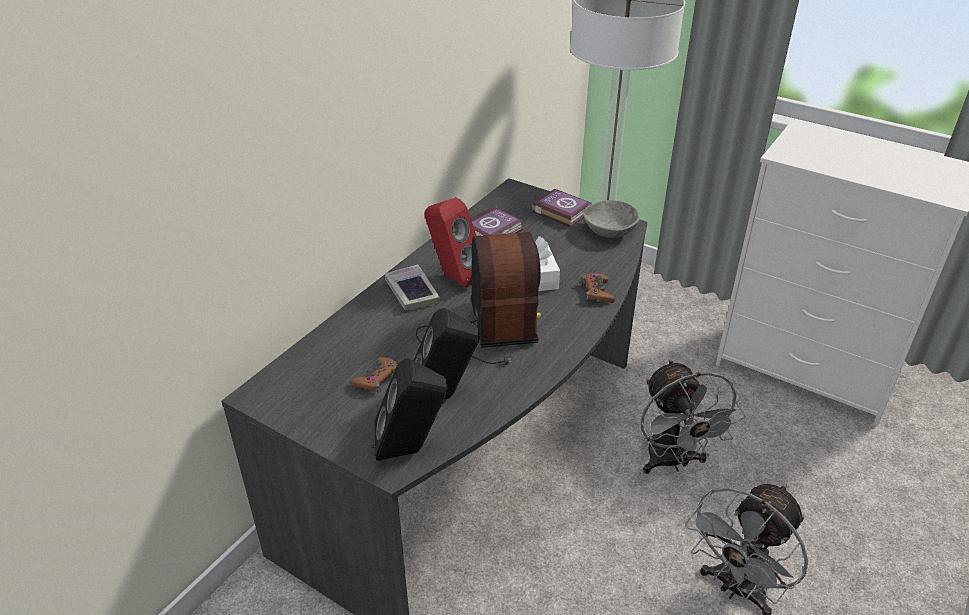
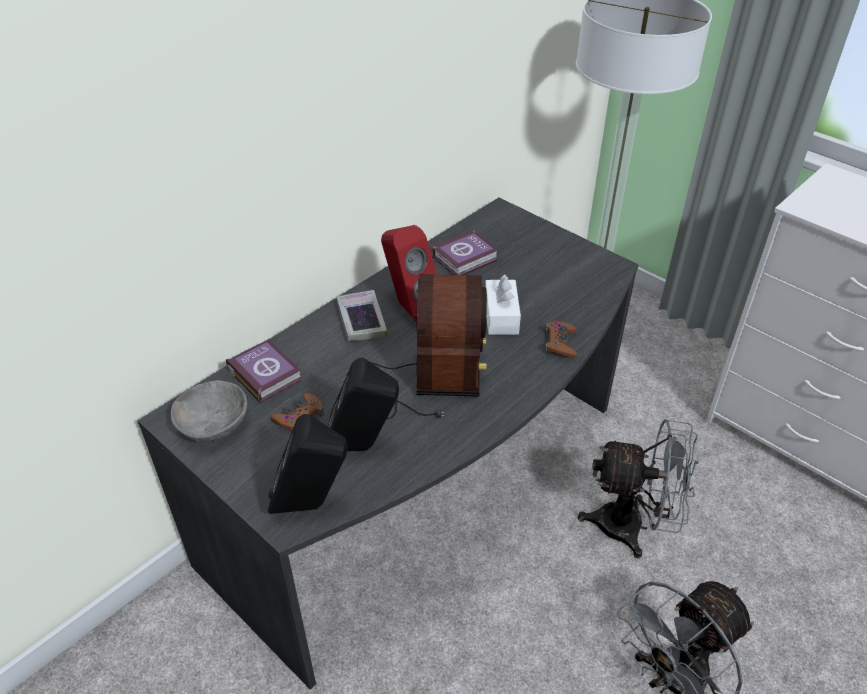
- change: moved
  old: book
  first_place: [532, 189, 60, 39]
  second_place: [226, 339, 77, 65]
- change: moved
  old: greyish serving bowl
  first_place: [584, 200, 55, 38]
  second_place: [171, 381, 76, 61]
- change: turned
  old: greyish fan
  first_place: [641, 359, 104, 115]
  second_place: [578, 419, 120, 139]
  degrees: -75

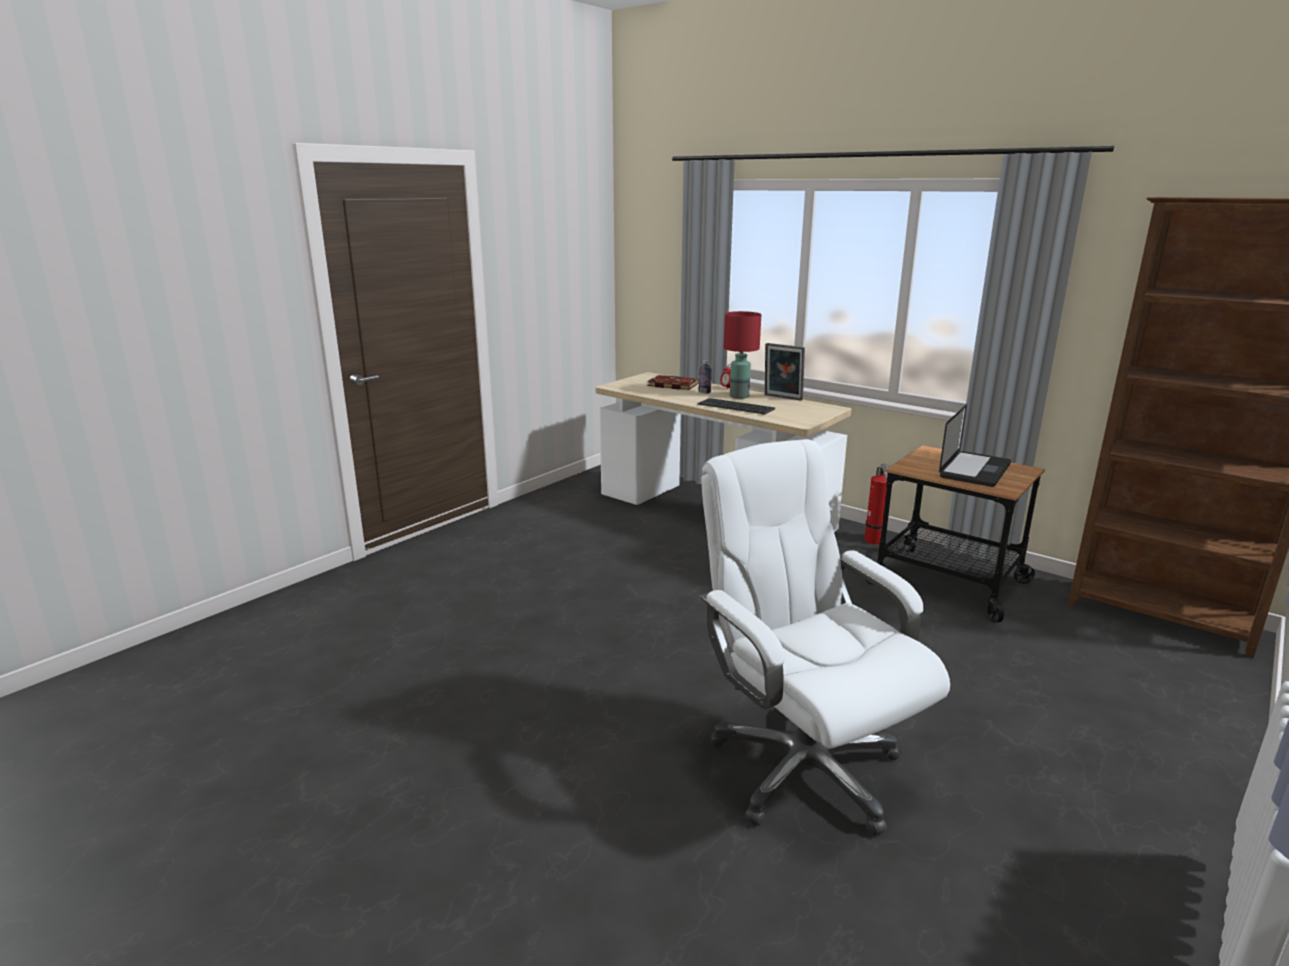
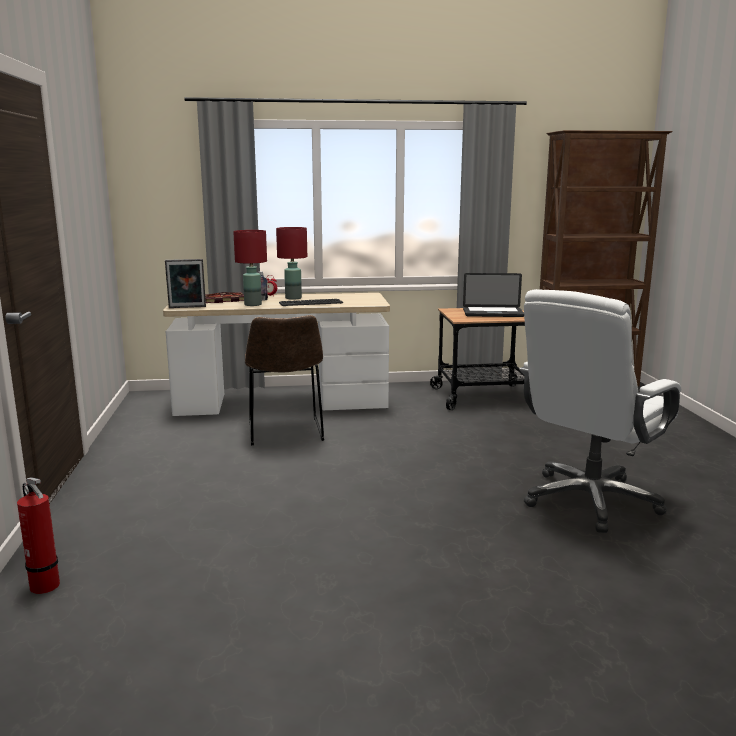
- change: turned
  old: white computer chair
  first_place: [700, 439, 250, 397]
  second_place: [519, 289, 162, 244]
  degrees: -60
- change: moved
  old: picture frame
  first_place: [765, 343, 40, 58]
  second_place: [165, 259, 41, 49]
- change: moved
  old: extinguisher
  first_place: [865, 464, 25, 81]
  second_place: [17, 477, 43, 117]
- change: turned
  old: portable computer
  first_place: [939, 404, 72, 83]
  second_place: [463, 273, 61, 44]
  degrees: 105
- change: added
  new: reddish tabletop lamp
  second_place: [233, 230, 34, 76]
- change: added
  new: brownish plain chair
  second_place: [245, 315, 79, 130]

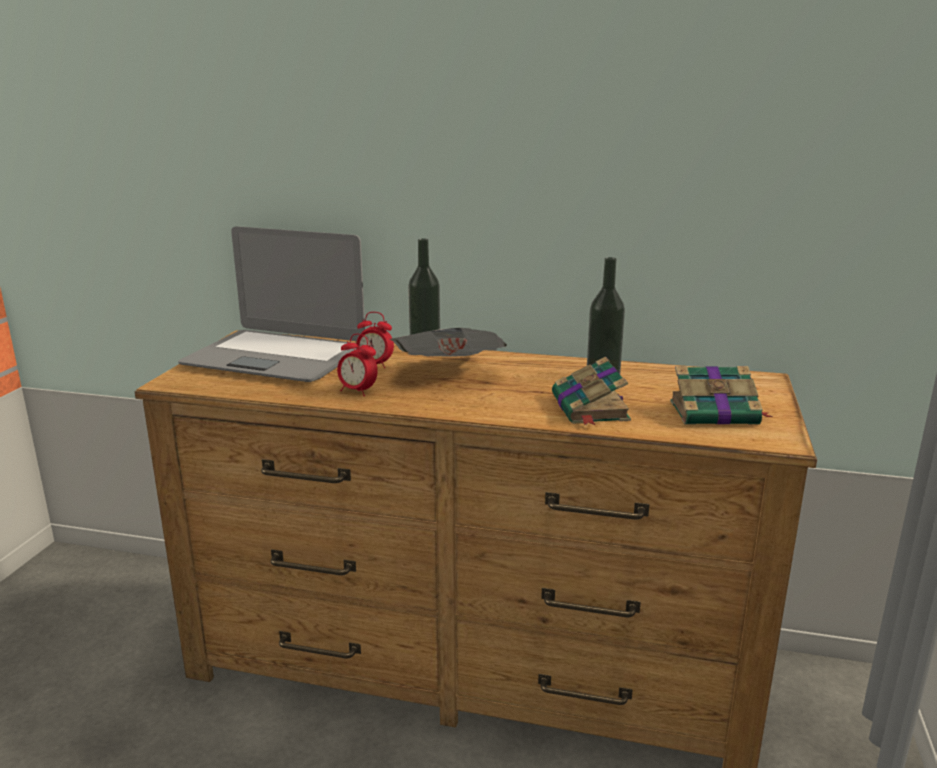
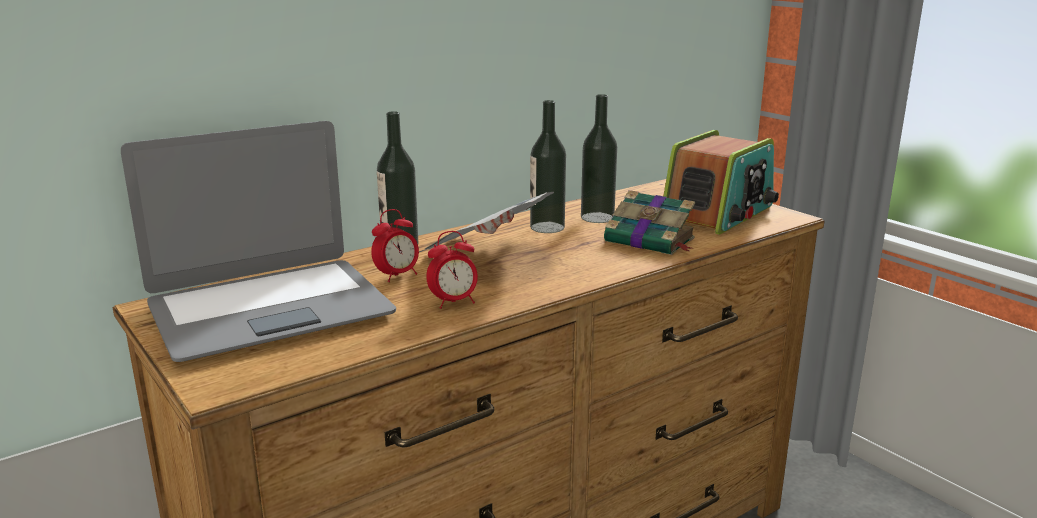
- change: replaced
  old: book
  new: radio
  first_place: [670, 366, 103, 59]
  second_place: [663, 130, 116, 104]
- change: added
  new: beverage bottle
  second_place: [530, 100, 36, 133]

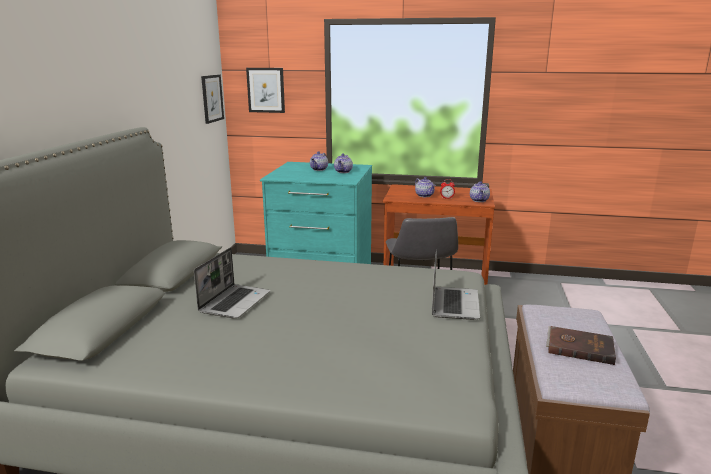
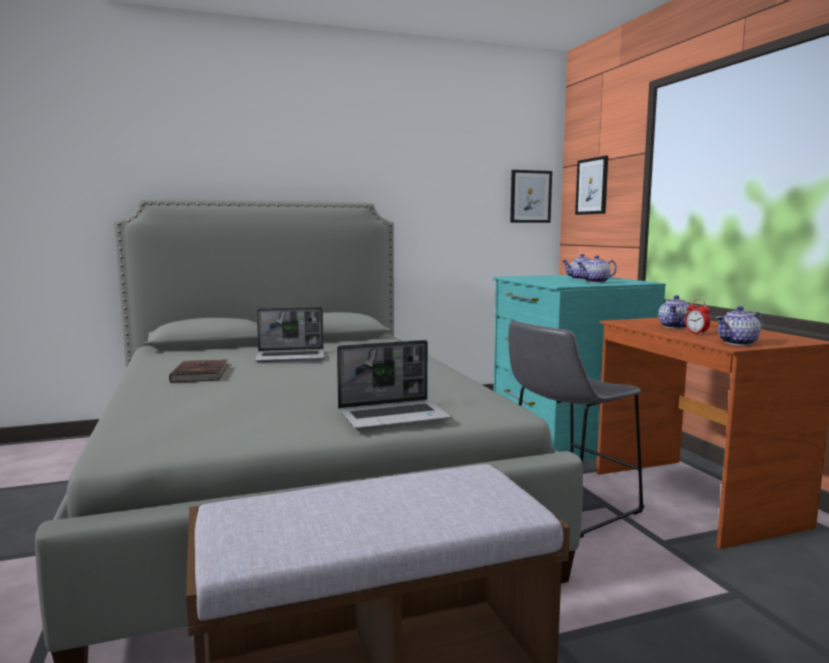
- change: moved
  old: brownish book
  first_place: [546, 326, 70, 39]
  second_place: [169, 359, 62, 24]

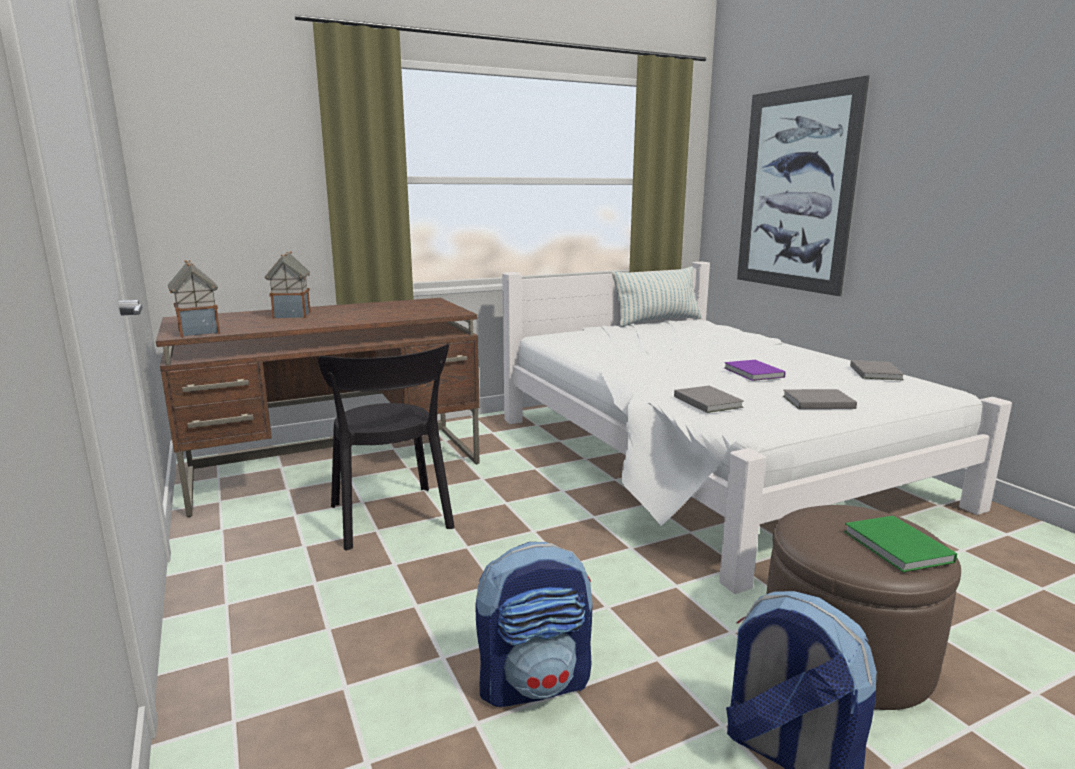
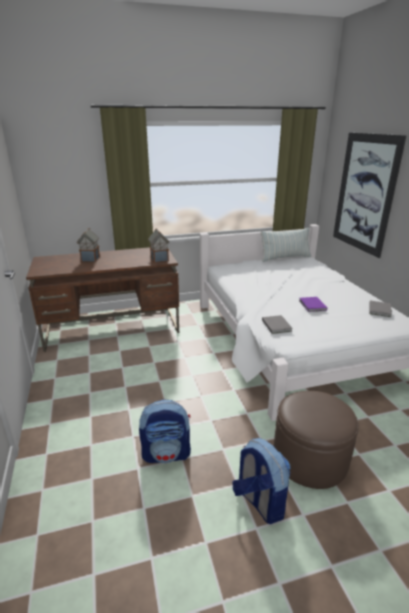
- change: moved
  old: toy house
  first_place: [168, 260, 52, 78]
  second_place: [148, 229, 21, 34]
- change: removed
  old: black-coloured plain chair
  first_place: [318, 344, 137, 207]
- change: removed
  old: greyish book
  first_place: [783, 389, 74, 20]
- change: removed
  old: green-coloured book
  first_place: [844, 516, 113, 57]

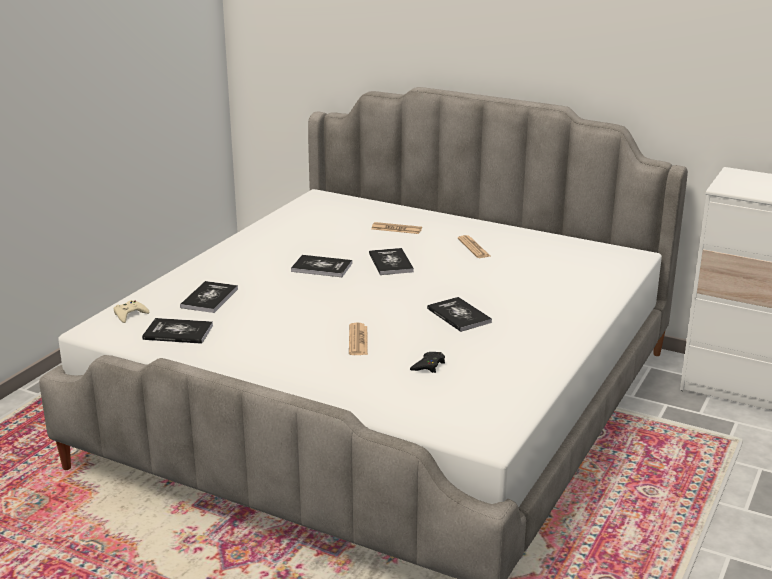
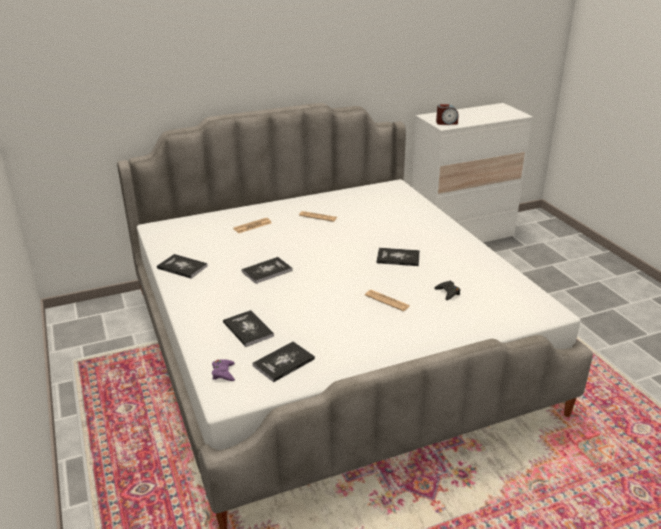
- change: recoloured
  old: sand-coloured gamepad
  new: purple gamepad
  first_place: [113, 300, 36, 23]
  second_place: [212, 359, 23, 22]
- change: moved
  old: book
  first_place: [369, 248, 45, 27]
  second_place: [157, 254, 51, 25]
- change: added
  new: table clock
  second_place: [436, 104, 22, 21]

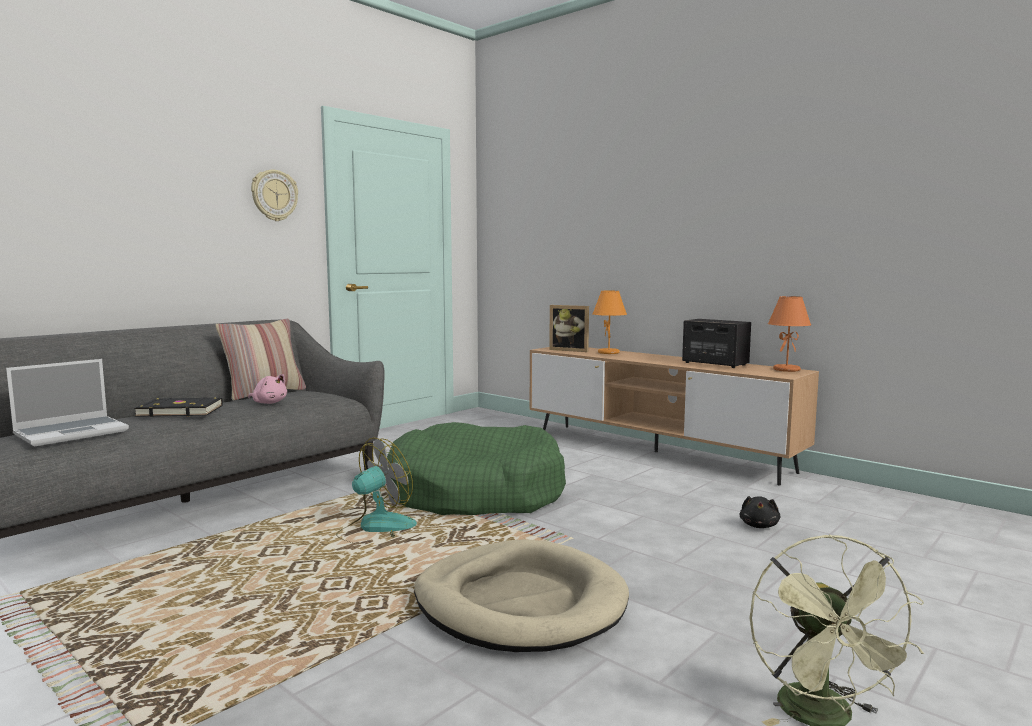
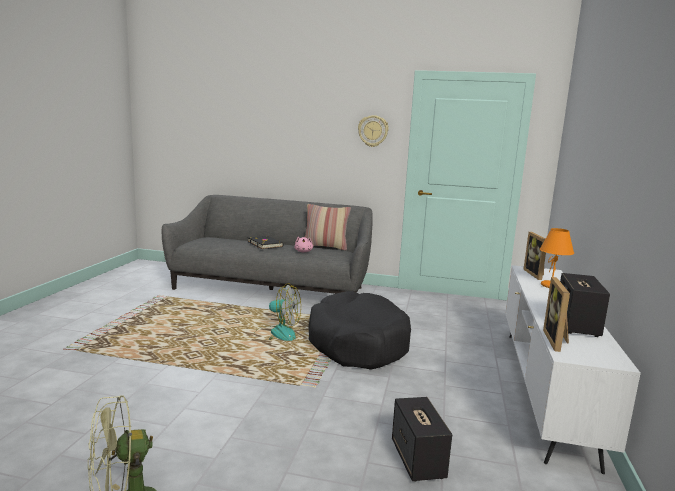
- change: removed
  old: portable computer
  first_place: [6, 359, 123, 87]
- change: recoloured
  old: green-coloured dog cushion
  new: black-coloured dog cushion
  first_place: [387, 422, 179, 93]
  second_place: [308, 291, 103, 79]
- change: removed
  old: sand-coloured dog cushion
  first_place: [414, 539, 215, 113]
- change: recoloured
  old: brownish tv unit
  new: white tv unit
  first_place: [530, 347, 289, 139]
  second_place: [505, 265, 136, 209]
- change: replaced
  old: black-coloured cuddly toy
  new: loudspeaker
  first_place: [739, 496, 41, 32]
  second_place: [392, 397, 60, 85]
- change: removed
  old: orange-coloured tabletop lamp
  first_place: [768, 296, 43, 76]
- change: added
  new: picture frame
  second_place: [543, 277, 27, 75]

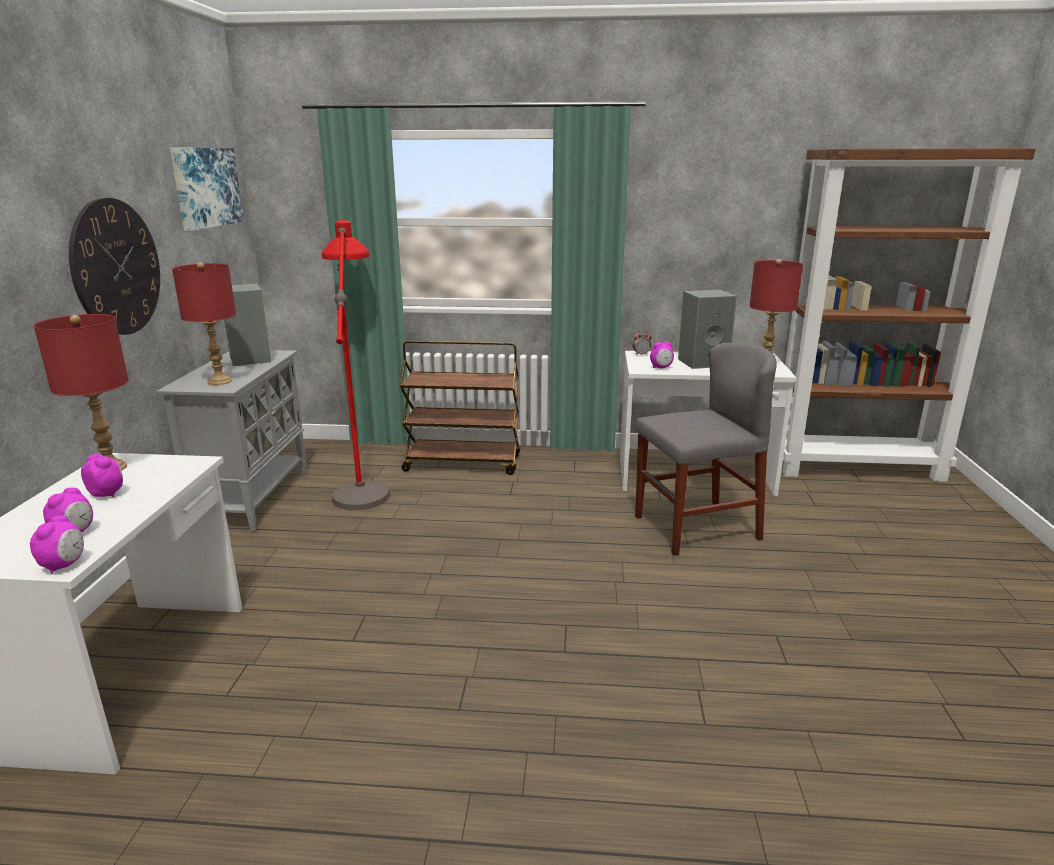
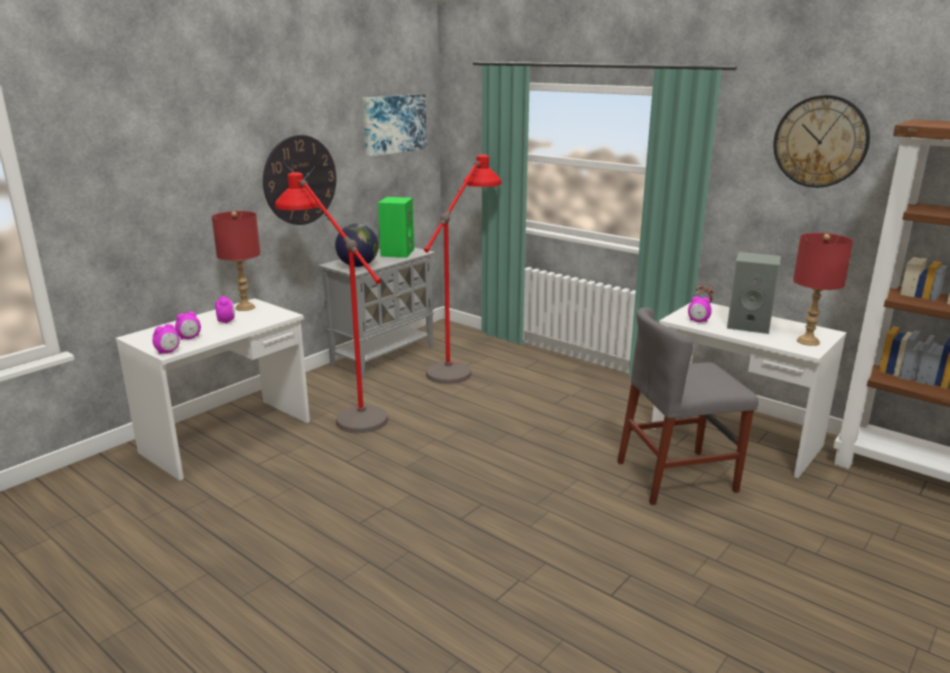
- change: replaced
  old: reddish tabletop lamp
  new: world globe
  first_place: [172, 262, 64, 123]
  second_place: [335, 224, 44, 43]
- change: recoloured
  old: greyish loudspeaker
  new: green-coloured loudspeaker
  first_place: [224, 284, 47, 82]
  second_place: [378, 197, 36, 61]
- change: removed
  old: brownish cart
  first_place: [400, 341, 120, 134]
- change: turned
  old: greyish plain chair
  first_place: [635, 343, 142, 213]
  second_place: [617, 307, 142, 198]
  degrees: 150
- change: added
  new: reddish standard lamp
  second_place: [275, 172, 113, 261]
- change: added
  new: hanging clock
  second_place: [774, 95, 96, 93]

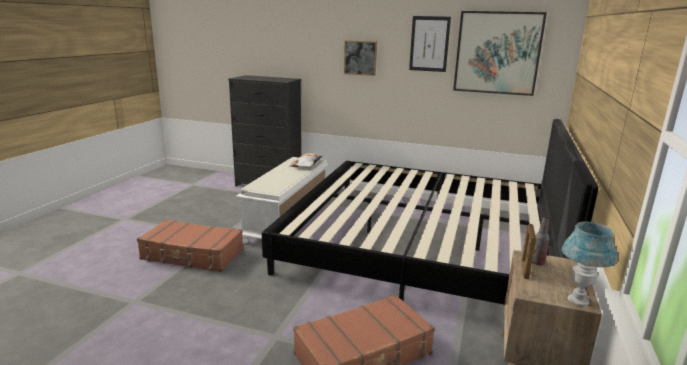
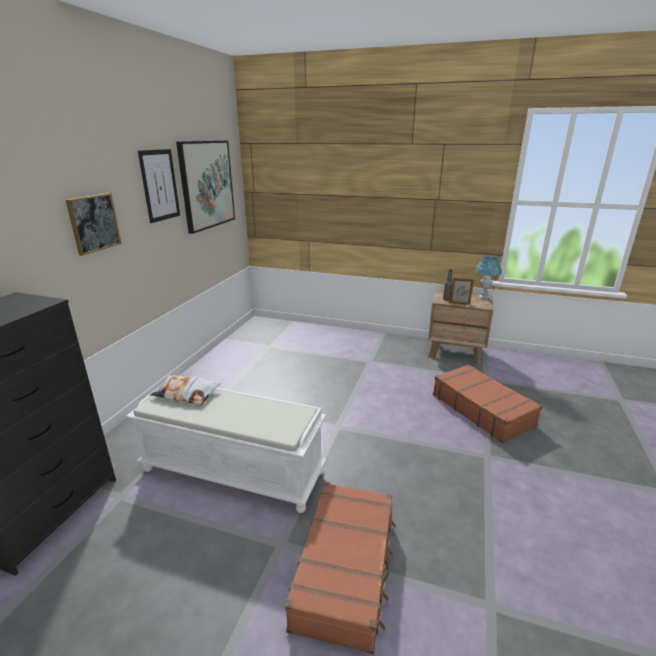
- change: removed
  old: bedroom bed
  first_place: [262, 119, 336, 186]

